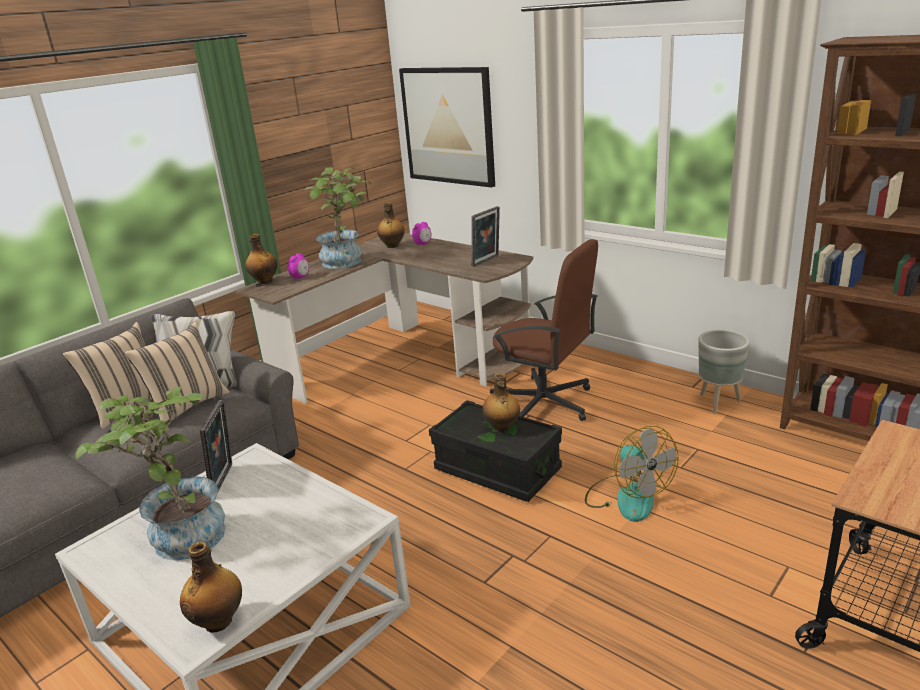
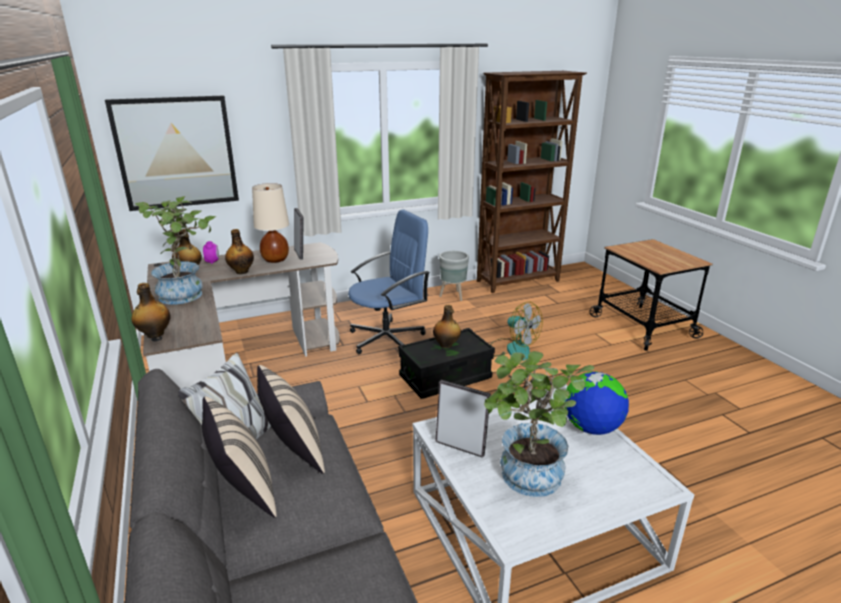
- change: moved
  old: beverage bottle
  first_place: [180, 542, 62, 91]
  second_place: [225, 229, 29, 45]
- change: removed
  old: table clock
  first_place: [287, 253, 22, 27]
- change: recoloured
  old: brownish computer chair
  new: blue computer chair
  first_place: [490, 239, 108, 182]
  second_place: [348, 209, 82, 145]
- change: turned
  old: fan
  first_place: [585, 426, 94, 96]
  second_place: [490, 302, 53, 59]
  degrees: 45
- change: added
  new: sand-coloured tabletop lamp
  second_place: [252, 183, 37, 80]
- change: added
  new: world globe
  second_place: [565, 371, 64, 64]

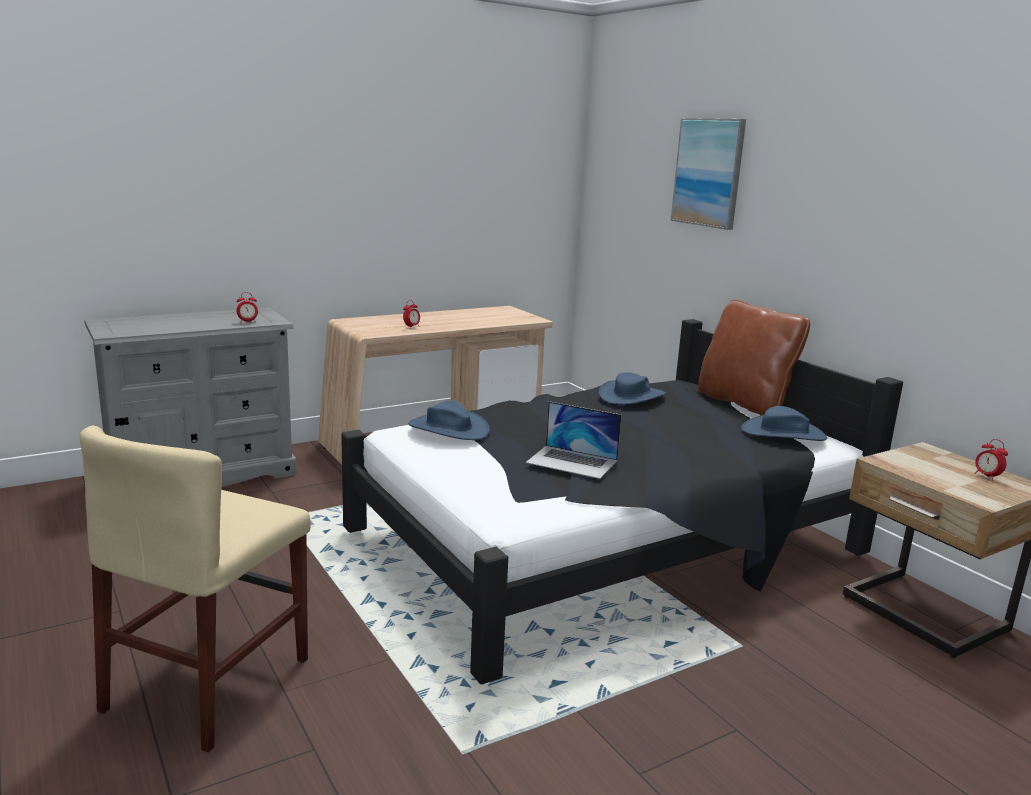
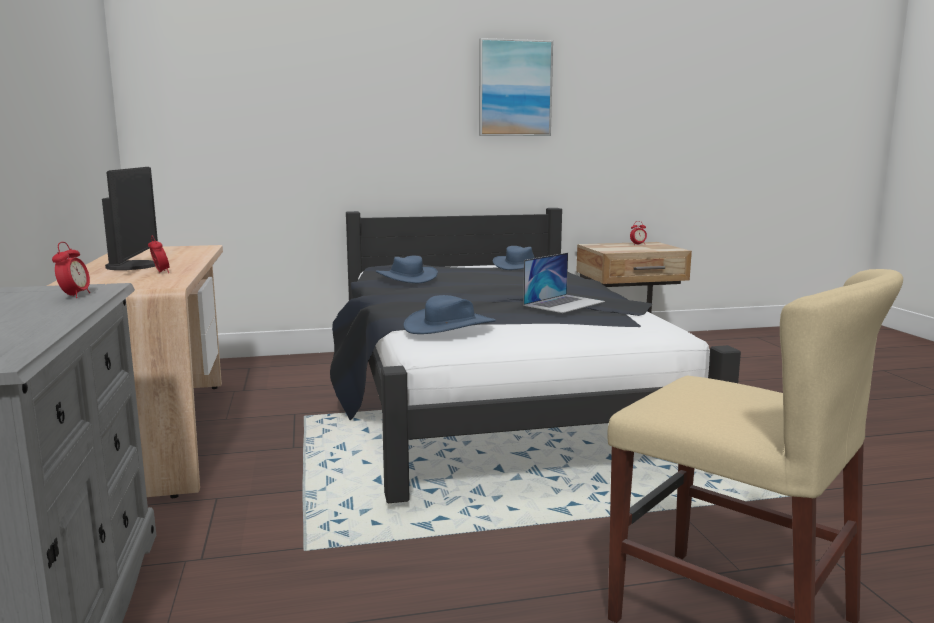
- change: moved
  old: picture
  first_place: [671, 118, 75, 112]
  second_place: [479, 38, 74, 98]
- change: removed
  old: brownish pillow
  first_place: [698, 300, 112, 115]
- change: added
  new: computer display
  second_place: [102, 167, 56, 103]

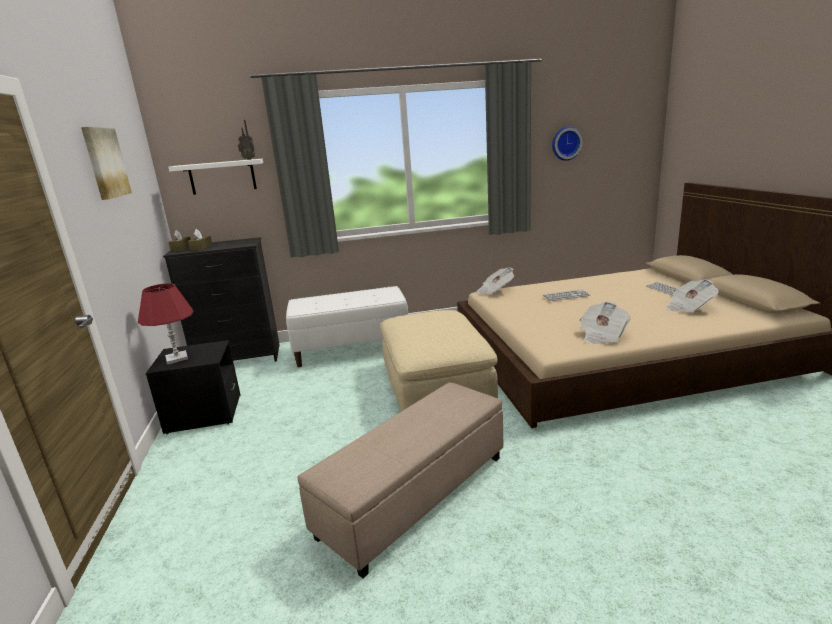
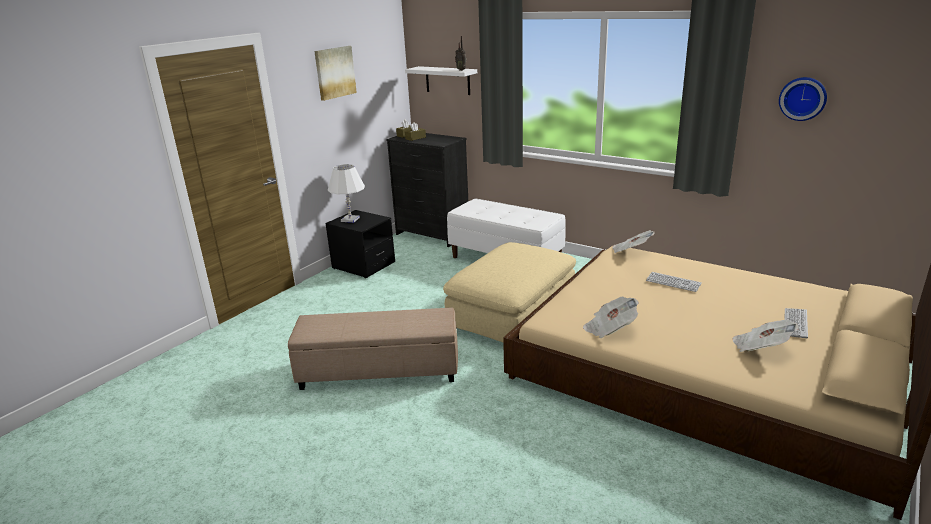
- change: recoloured
  old: reddish tabletop lamp
  new: white tabletop lamp
  first_place: [138, 283, 55, 82]
  second_place: [328, 164, 37, 59]

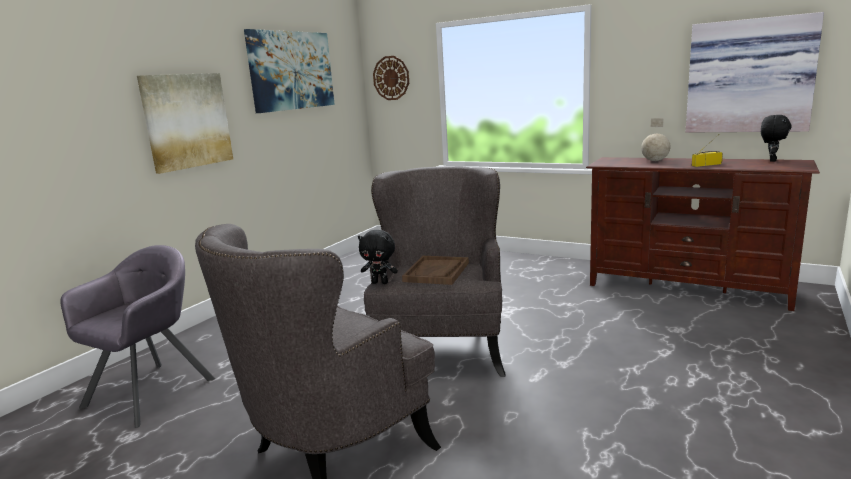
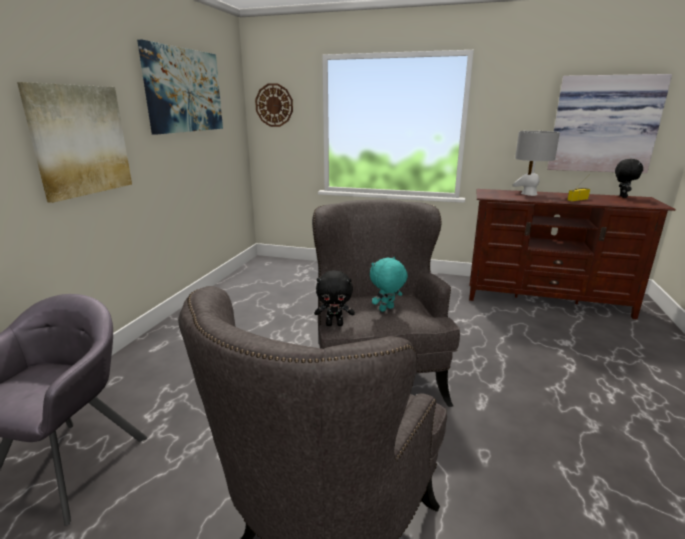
- change: replaced
  old: brownish tray
  new: turquoise cuddly toy
  first_place: [402, 256, 67, 29]
  second_place: [370, 257, 38, 55]
- change: replaced
  old: world globe
  new: greyish tabletop lamp
  first_place: [641, 118, 29, 43]
  second_place: [512, 131, 48, 65]

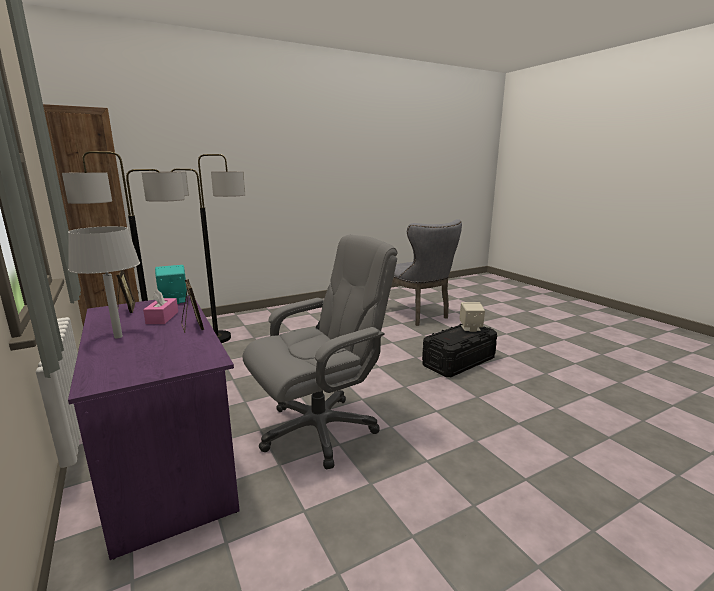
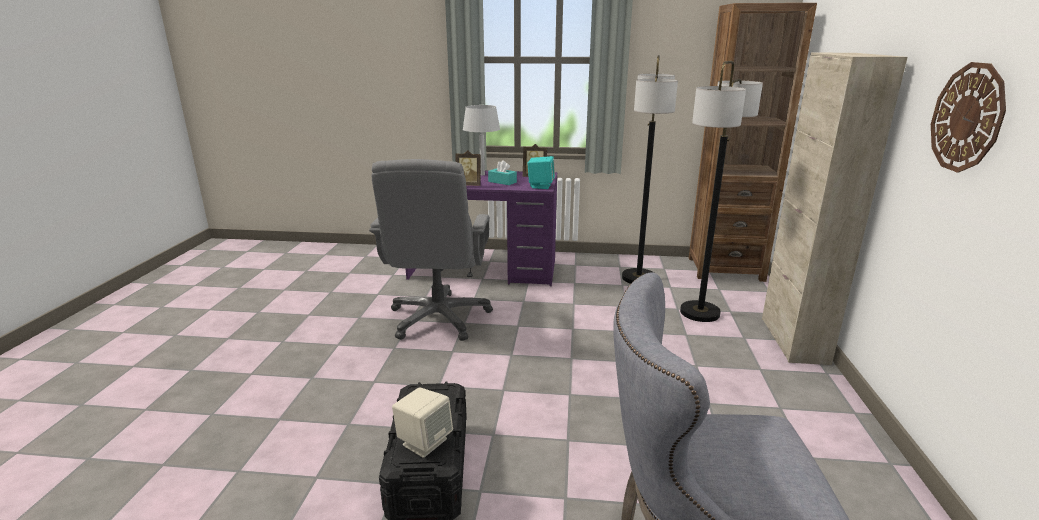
- change: recoloured
  old: pinkish box of tissues
  new: turquoise box of tissues
  first_place: [143, 289, 35, 35]
  second_place: [488, 160, 29, 25]
- change: added
  new: sand-coloured storage cabinet
  second_place: [762, 53, 146, 312]
- change: added
  new: hanging clock
  second_place: [931, 62, 75, 111]

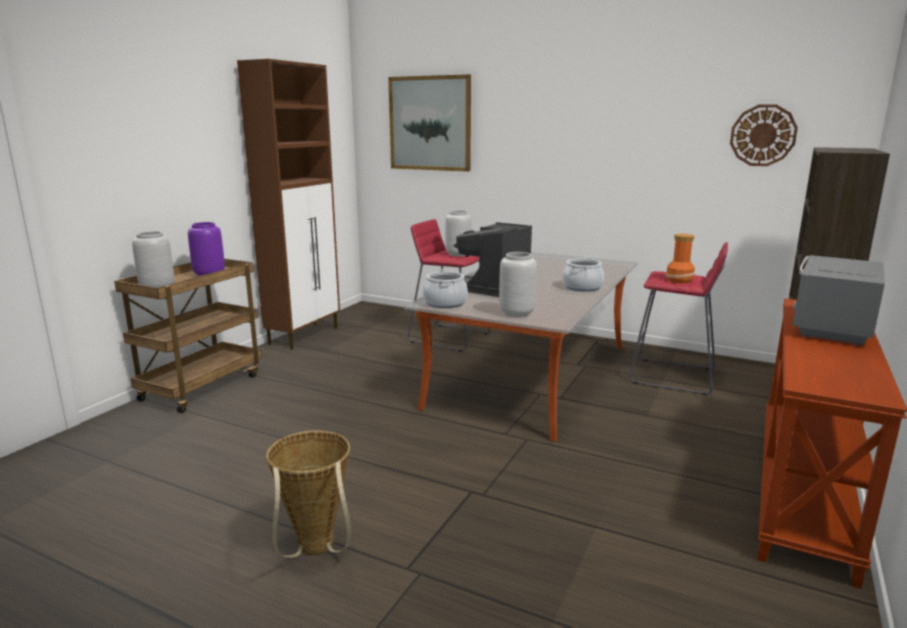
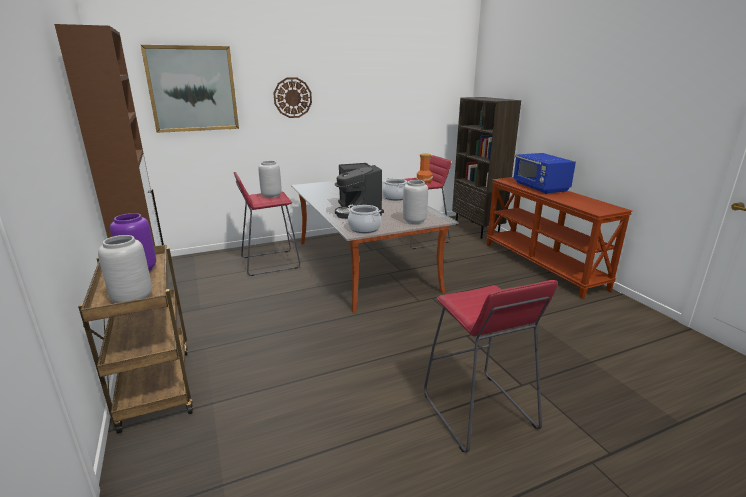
- change: replaced
  old: basket
  new: reddish stool
  first_place: [266, 430, 85, 128]
  second_place: [424, 280, 134, 173]
- change: moved
  old: hanging clock
  first_place: [730, 104, 68, 62]
  second_place: [273, 77, 39, 41]
- change: recoloured
  old: greyish microwave
  new: blue microwave
  first_place: [792, 255, 93, 91]
  second_place: [513, 153, 63, 41]

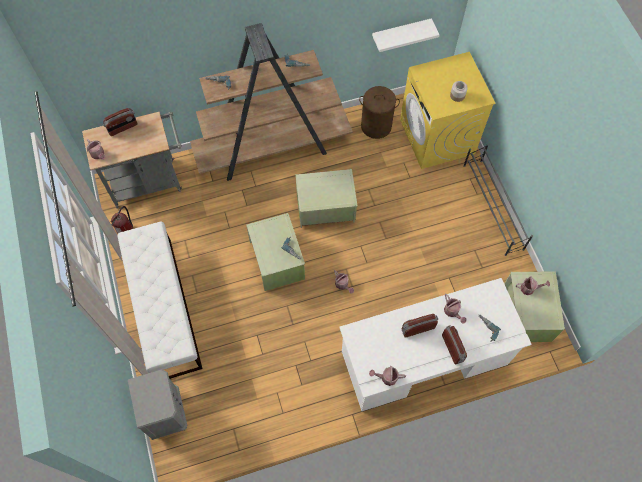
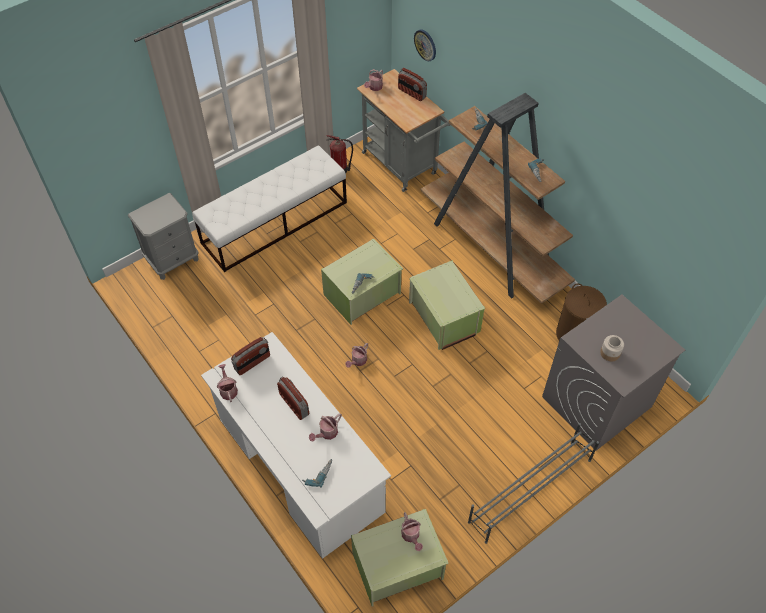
- change: removed
  old: white shelf
  first_place: [372, 18, 68, 34]
- change: recoloured
  old: yellowish washing machine
  new: greyish washing machine
  first_place: [400, 52, 96, 117]
  second_place: [542, 295, 143, 156]
- change: moved
  old: radio
  first_place: [442, 325, 25, 40]
  second_place: [231, 337, 39, 38]
- change: added
  new: hanging clock
  second_place: [414, 29, 22, 32]

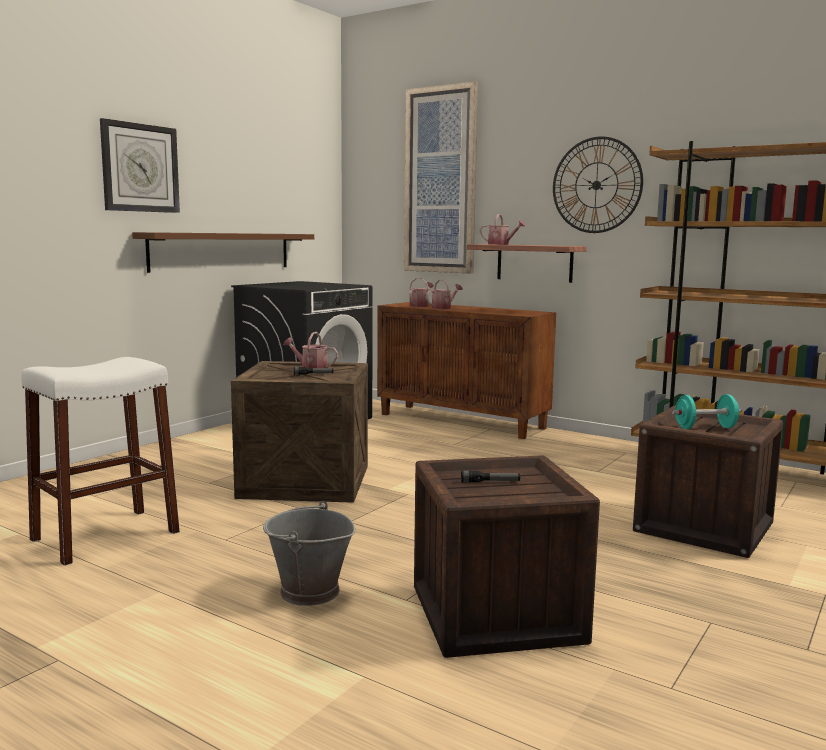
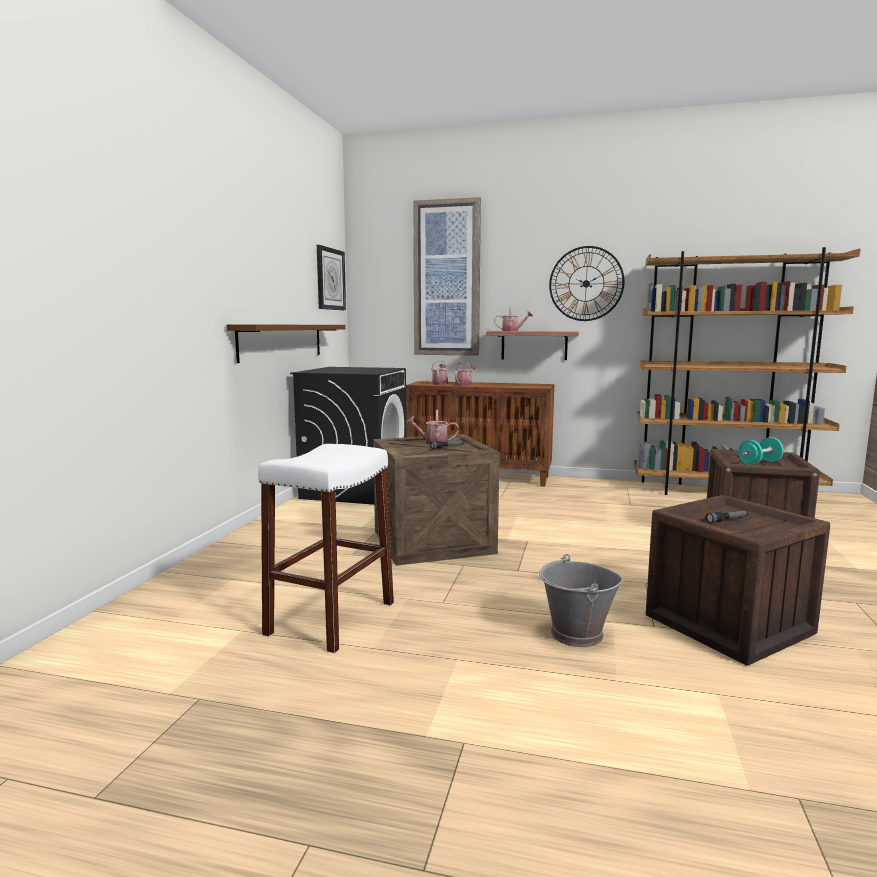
- change: moved
  old: hanging clock
  first_place: [100, 118, 80, 95]
  second_place: [317, 245, 29, 65]

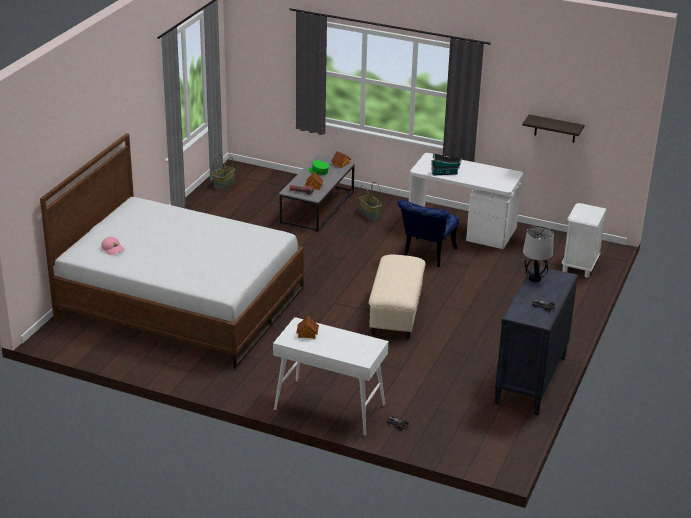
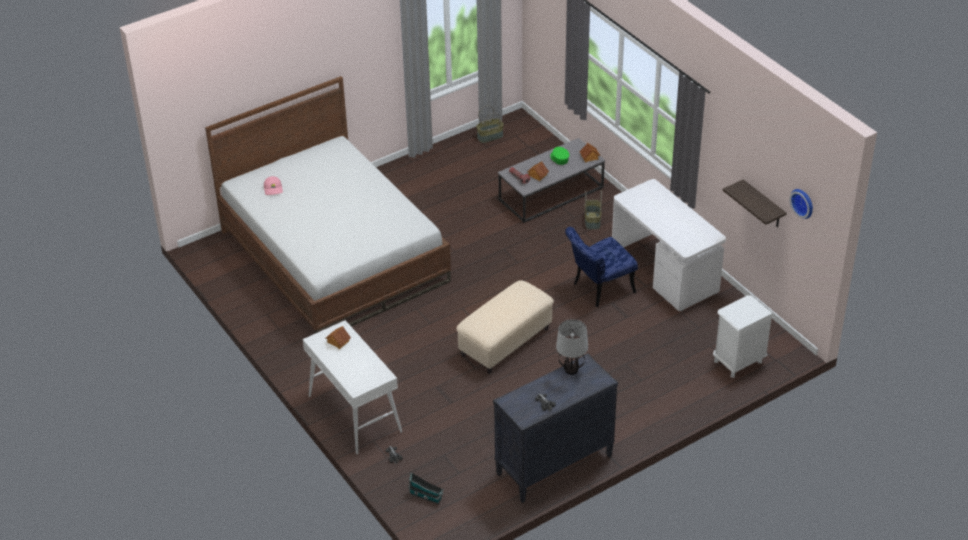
- change: moved
  old: toy house
  first_place: [431, 153, 31, 23]
  second_place: [408, 472, 36, 32]
- change: added
  new: hanging clock
  second_place: [789, 189, 24, 30]

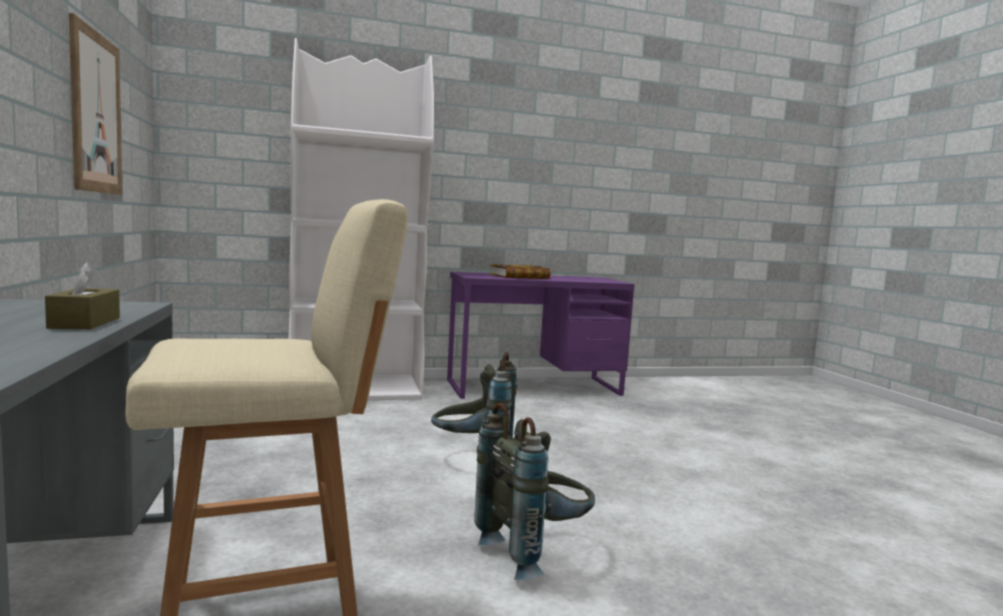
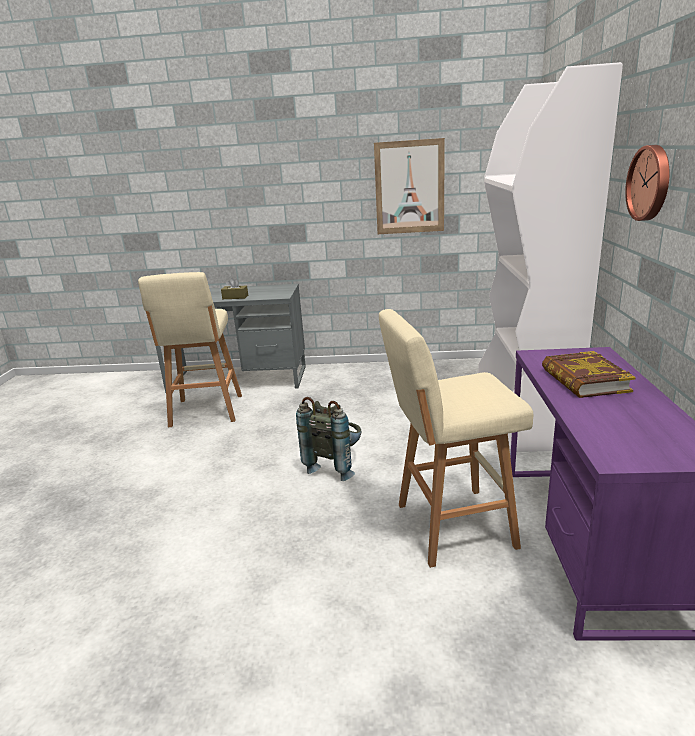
- change: removed
  old: greyish backpack
  first_place: [474, 403, 121, 177]
- change: added
  new: sand-coloured stool
  second_place: [379, 309, 155, 259]
- change: added
  new: hanging clock
  second_place: [625, 145, 44, 76]

